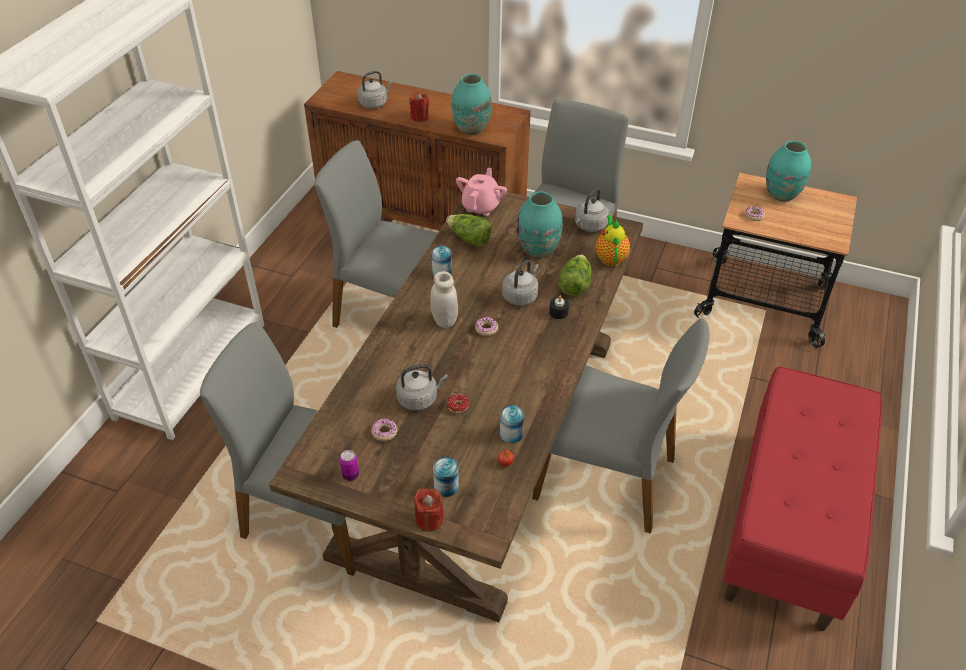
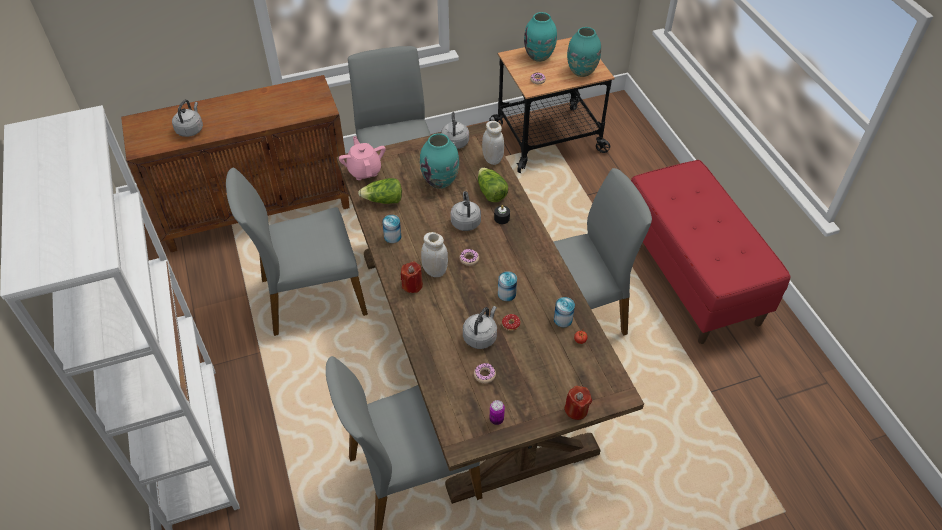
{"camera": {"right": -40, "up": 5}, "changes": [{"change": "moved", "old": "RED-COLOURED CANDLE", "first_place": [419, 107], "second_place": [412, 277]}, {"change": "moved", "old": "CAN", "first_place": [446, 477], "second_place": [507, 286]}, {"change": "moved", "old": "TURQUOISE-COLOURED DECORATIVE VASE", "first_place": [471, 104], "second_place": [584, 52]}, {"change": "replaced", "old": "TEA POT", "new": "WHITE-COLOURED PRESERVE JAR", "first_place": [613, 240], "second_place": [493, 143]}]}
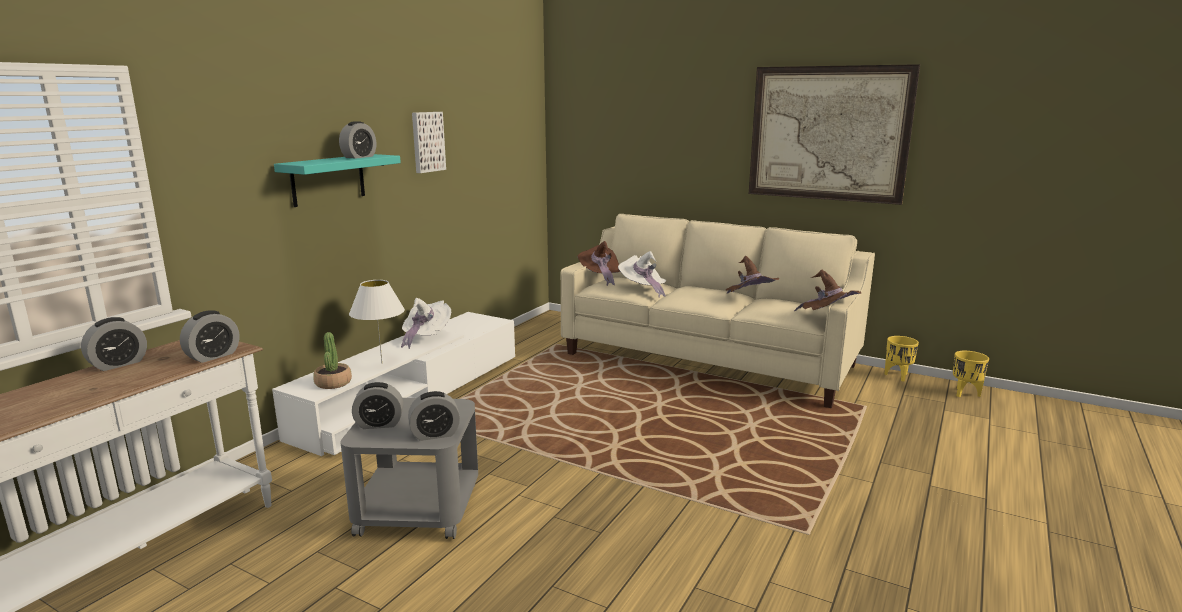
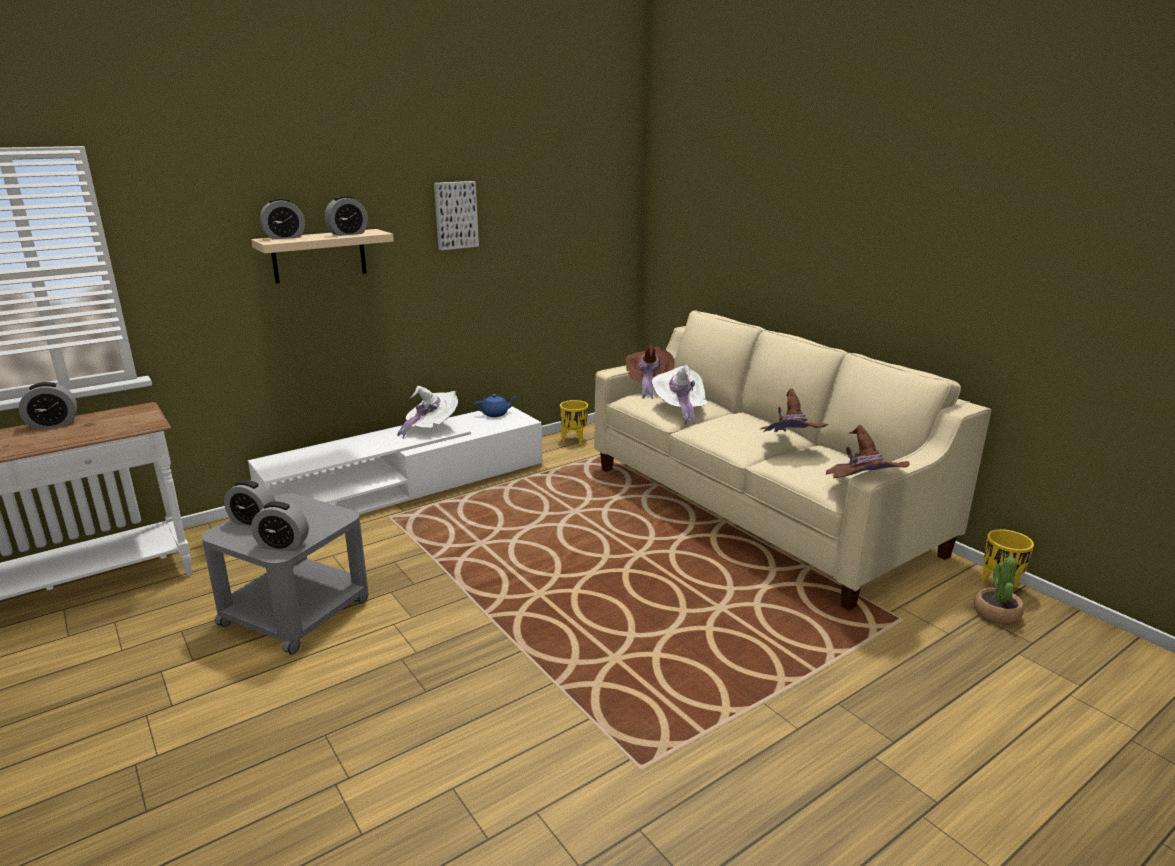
{"camera": {"right": 25, "up": 5}, "changes": [{"change": "moved", "old": "ALARM CLOCK", "first_place": [209, 336], "second_place": [282, 218]}, {"change": "recoloured", "old": "TURQUOISE-COLOURED BRACKET SHELF", "new": "SAND-COLOURED BRACKET SHELF", "first_place": [337, 180], "second_place": [322, 256]}, {"change": "moved", "old": "HOUSEPLANT", "first_place": [332, 360], "second_place": [999, 591]}, {"change": "removed", "old": "WHITE-COLOURED LAMP FOR A TABLE", "first_place": [377, 321]}, {"change": "removed", "old": "PICTURE", "first_place": [834, 134]}, {"change": "moved", "old": "YELLOW FLOWER POT", "first_place": [971, 374], "second_place": [574, 422]}, {"change": "added", "new": "BLUE-COLOURED TEA POT", "second_place": [495, 405]}]}
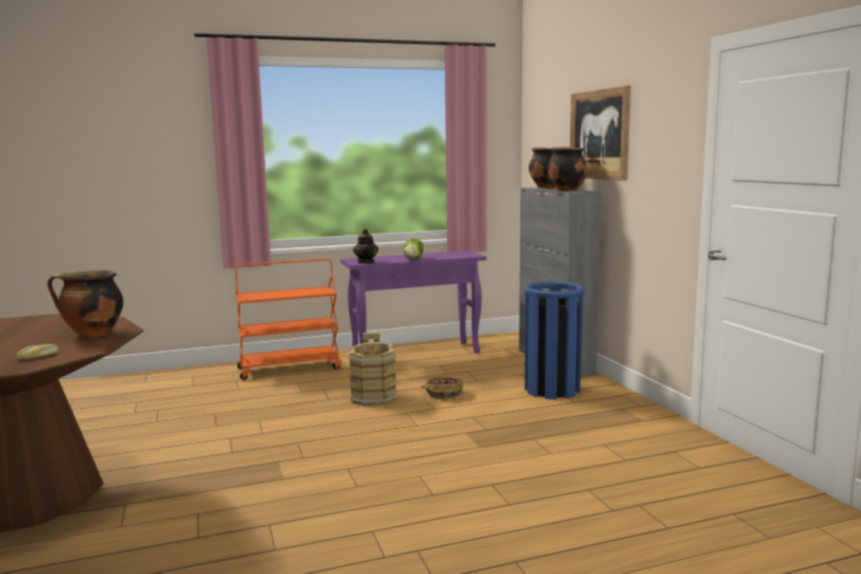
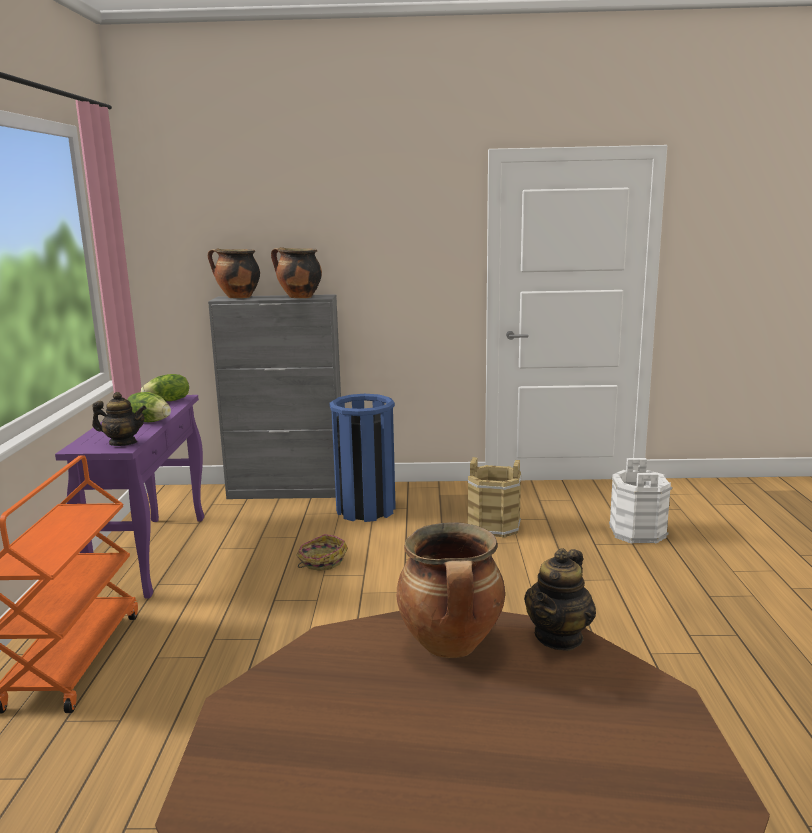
{"camera": {"right": -70, "up": 5}, "changes": [{"change": "removed", "old": "BAKERY BREAD", "first_place": [37, 352]}, {"change": "moved", "old": "BROWN PAIL", "first_place": [373, 369], "second_place": [495, 497]}, {"change": "removed", "old": "PICTURE", "first_place": [600, 133]}, {"change": "added", "new": "LETTUCE HEAD", "second_place": [165, 387]}, {"change": "added", "new": "TEA POT", "second_place": [560, 599]}, {"change": "added", "new": "WHITE-COLOURED PAIL", "second_place": [640, 501]}]}
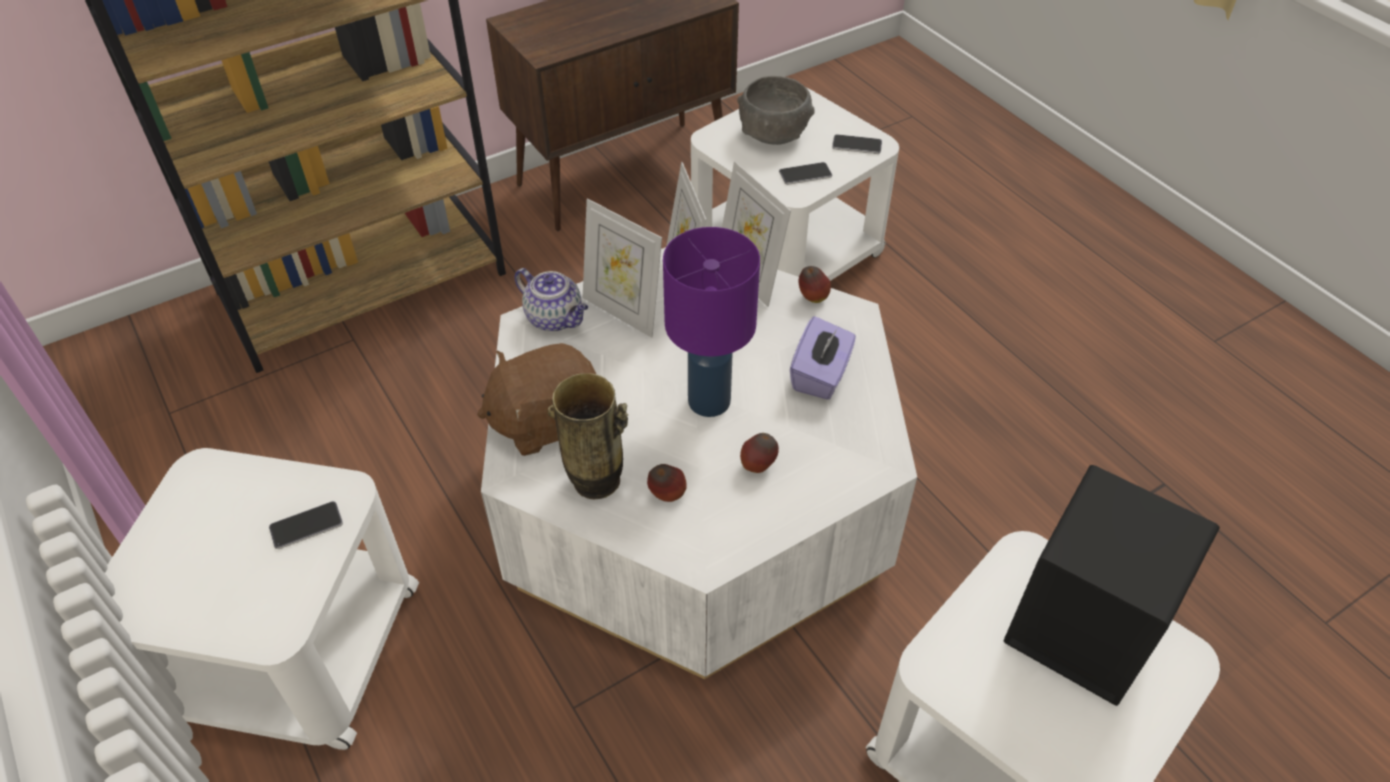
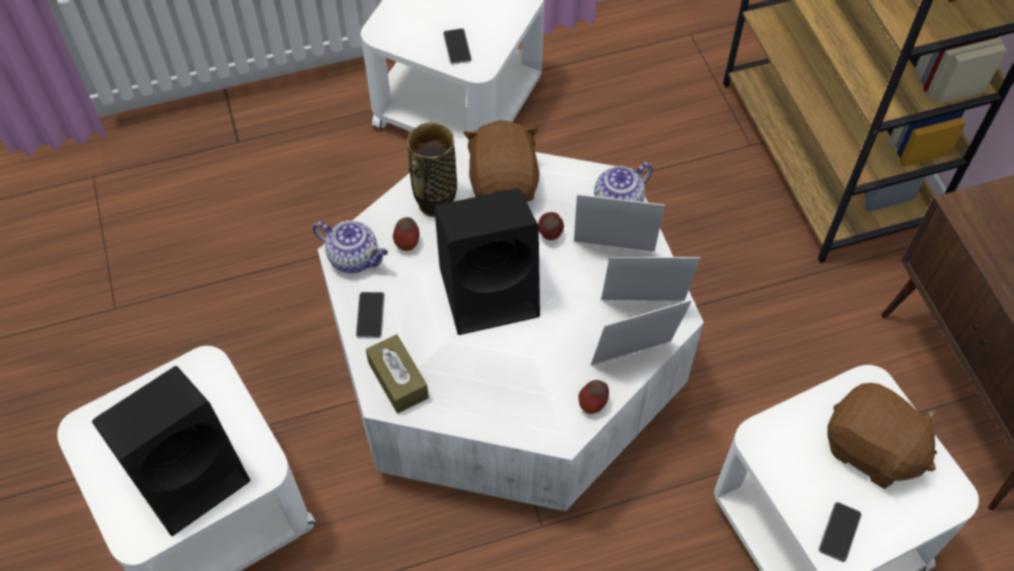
{"camera": {"right": 105, "up": 10}, "changes": [{"change": "turned", "old": "PHOTO FRAME", "first_place": [622, 268], "second_place": [619, 222], "degrees": 45}, {"change": "replaced", "old": "PURPLE LAMP FOR A TABLE", "new": "BLACK-COLOURED LOUDSPEAKER", "first_place": [711, 322], "second_place": [487, 261]}, {"change": "replaced", "old": "GRAY BOWL", "new": "BROWN PLUSH TOY", "first_place": [776, 110], "second_place": [882, 436]}, {"change": "moved", "old": "WHOLE APPLE", "first_place": [759, 453], "second_place": [551, 226]}, {"change": "moved", "old": "PHONE", "first_place": [805, 173], "second_place": [370, 315]}, {"change": "removed", "old": "PURPLE BOX OF TISSUES", "first_place": [823, 358]}, {"change": "added", "new": "TEA POT", "second_place": [350, 247]}, {"change": "added", "new": "BROWN BOX OF TISSUES", "second_place": [397, 373]}]}
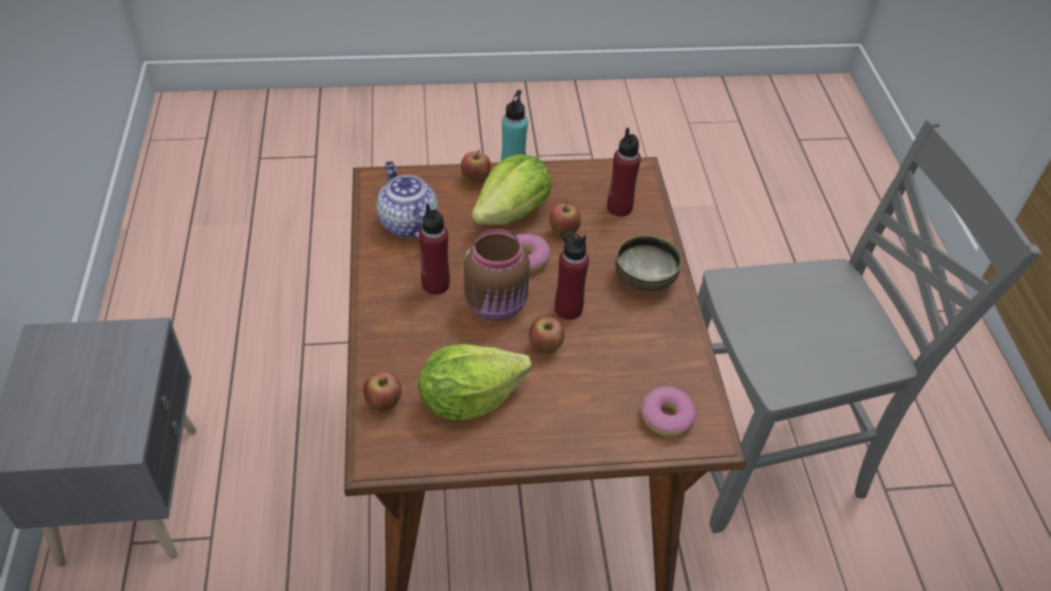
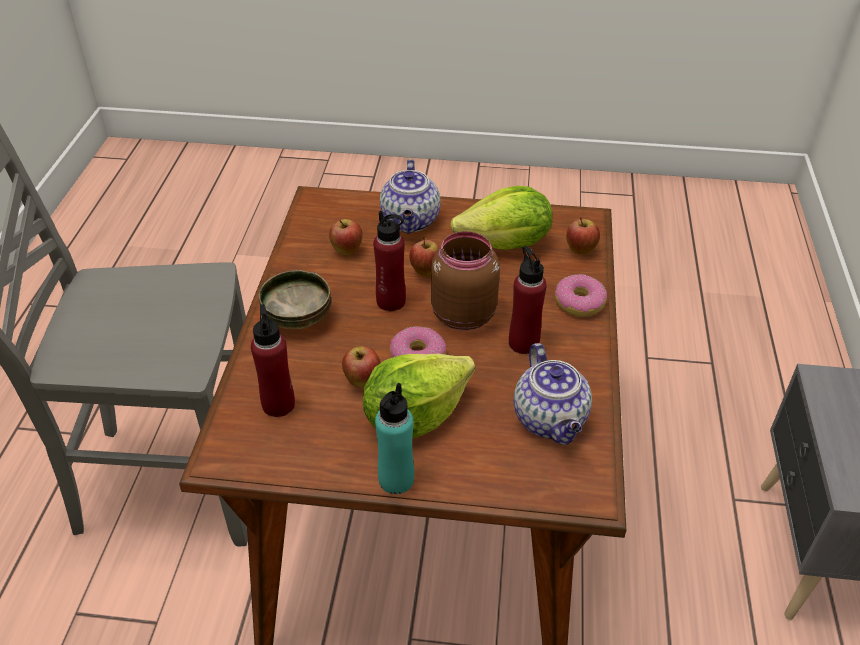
{"camera": {"right": -165, "up": -5}, "changes": [{"change": "moved", "old": "WHOLE APPLE", "first_place": [476, 167], "second_place": [346, 237]}, {"change": "moved", "old": "DONUT", "first_place": [668, 411], "second_place": [581, 295]}, {"change": "added", "new": "TEA POT", "second_place": [410, 196]}]}
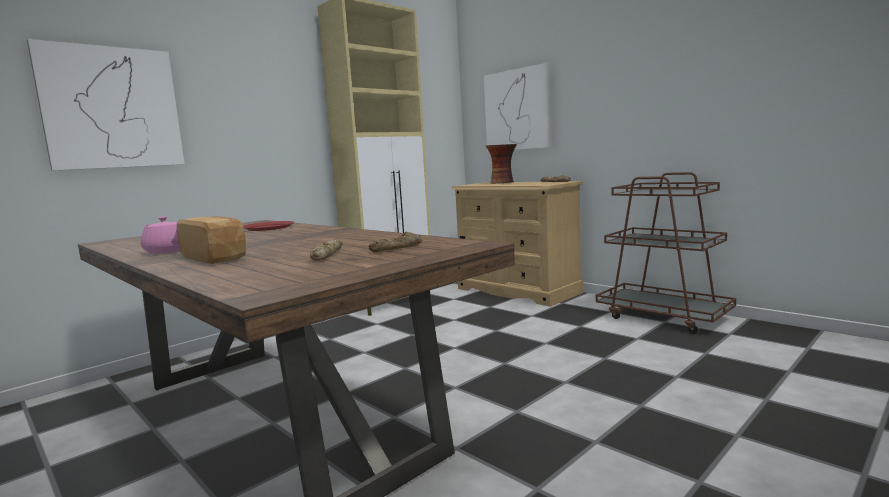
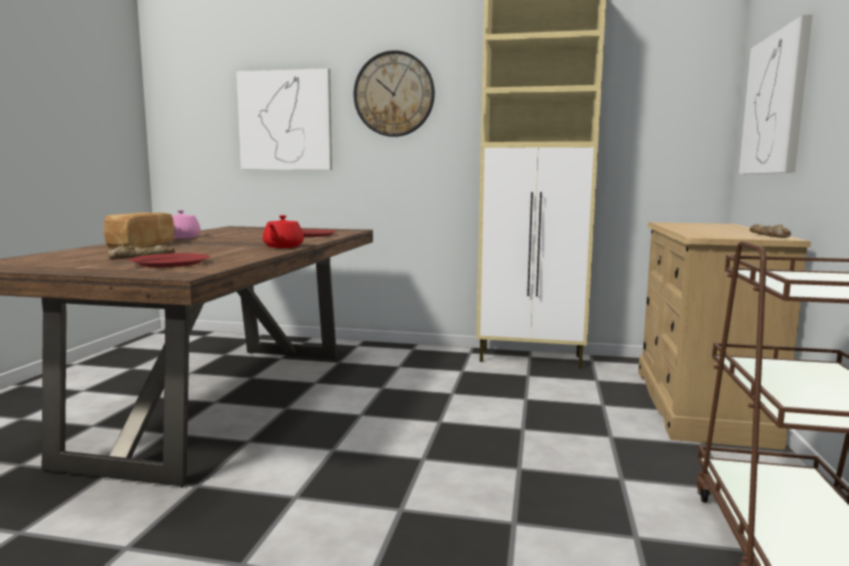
{"camera": {"right": 55, "up": 0}, "changes": [{"change": "replaced", "old": "BAKERY BREAD", "new": "RED-COLOURED DINNER PLATE", "first_place": [395, 242], "second_place": [169, 260]}, {"change": "removed", "old": "DECORATIVE VASE", "first_place": [501, 164]}, {"change": "added", "new": "RED-COLOURED TEA POT", "second_place": [283, 231]}, {"change": "added", "new": "HANGING CLOCK", "second_place": [394, 93]}]}
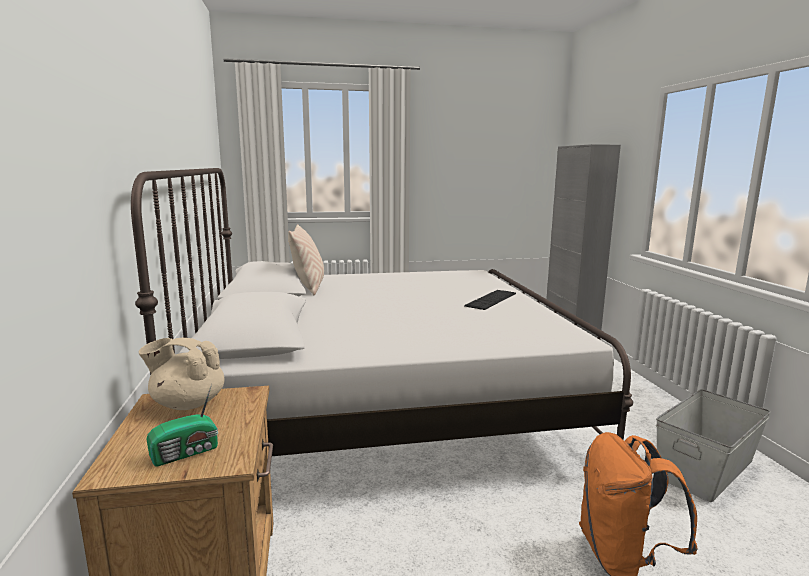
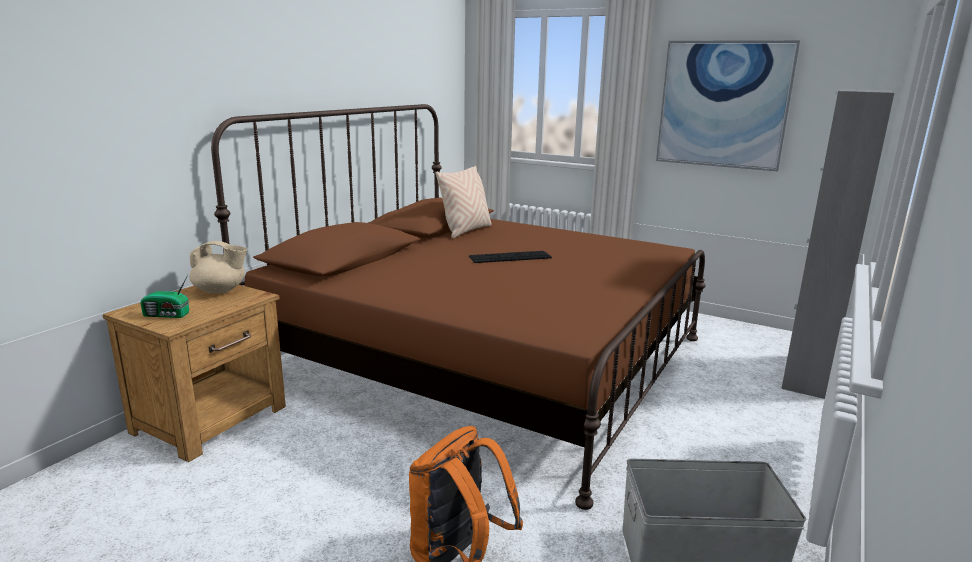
{"camera": {"right": 40, "up": 5}, "changes": [{"change": "recoloured", "old": "WHITE-COLOURED BED", "new": "BROWN BED", "first_place": [382, 312], "second_place": [458, 307]}, {"change": "turned", "old": "SAND-COLOURED TEA POT", "first_place": [181, 374], "second_place": [218, 267], "degrees": 135}, {"change": "moved", "old": "PC KEYBOARD", "first_place": [490, 300], "second_place": [510, 257]}, {"change": "added", "new": "PICTURE", "second_place": [728, 106]}]}
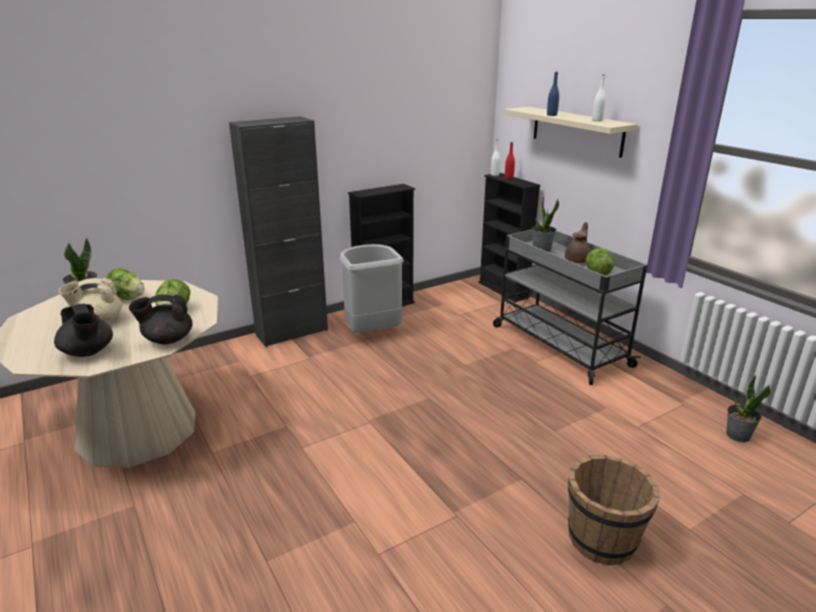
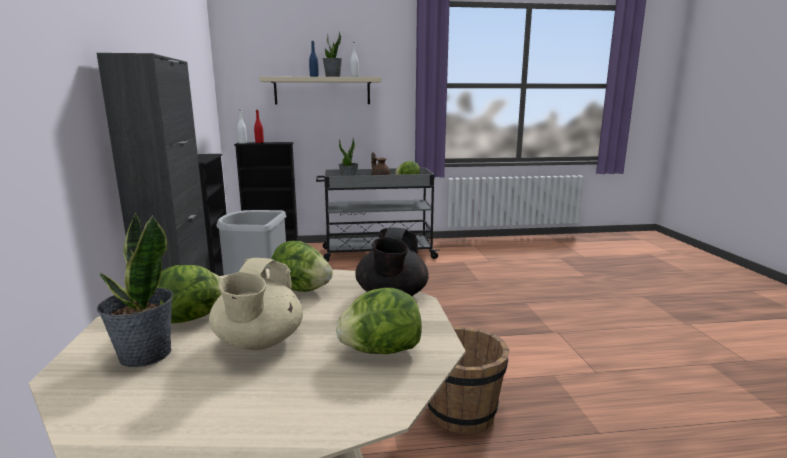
{"camera": {"right": -65, "up": -10}, "changes": [{"change": "replaced", "old": "BLACK-COLOURED TEA POT", "new": "LETTUCE HEAD", "first_place": [83, 330], "second_place": [379, 321]}, {"change": "moved", "old": "BROWN PAIL", "first_place": [614, 510], "second_place": [468, 380]}, {"change": "moved", "old": "HOUSEPLANT", "first_place": [748, 408], "second_place": [332, 54]}]}
